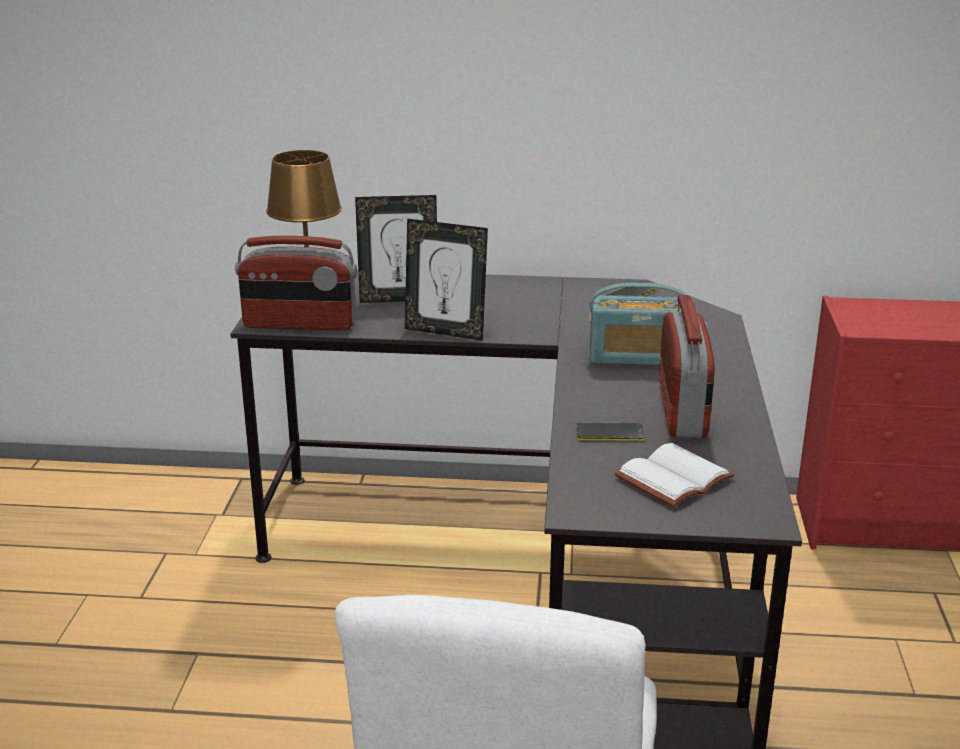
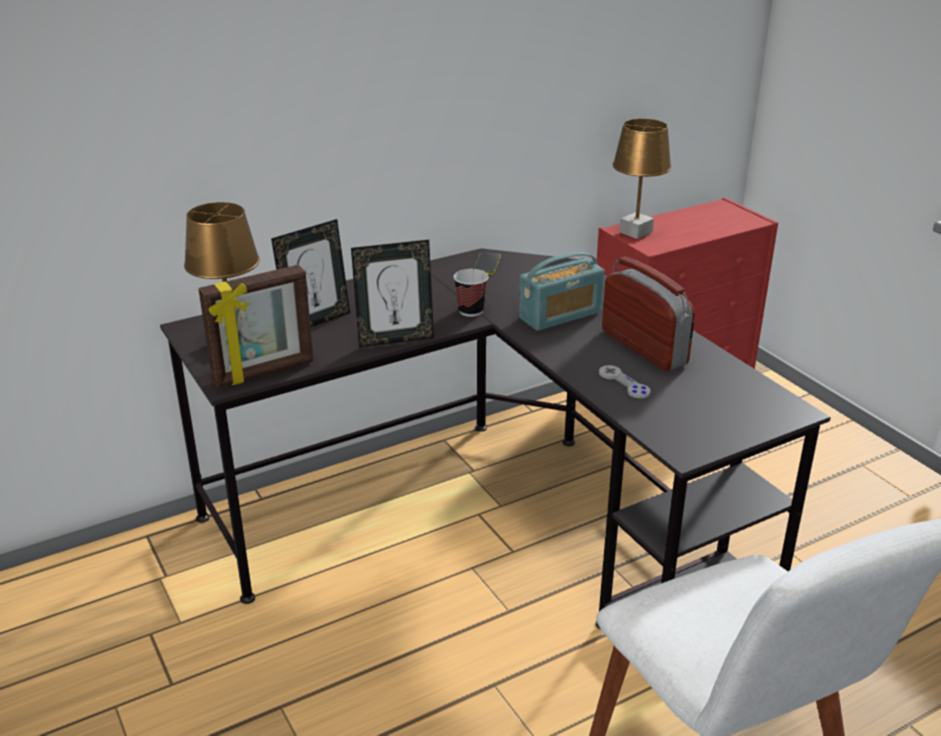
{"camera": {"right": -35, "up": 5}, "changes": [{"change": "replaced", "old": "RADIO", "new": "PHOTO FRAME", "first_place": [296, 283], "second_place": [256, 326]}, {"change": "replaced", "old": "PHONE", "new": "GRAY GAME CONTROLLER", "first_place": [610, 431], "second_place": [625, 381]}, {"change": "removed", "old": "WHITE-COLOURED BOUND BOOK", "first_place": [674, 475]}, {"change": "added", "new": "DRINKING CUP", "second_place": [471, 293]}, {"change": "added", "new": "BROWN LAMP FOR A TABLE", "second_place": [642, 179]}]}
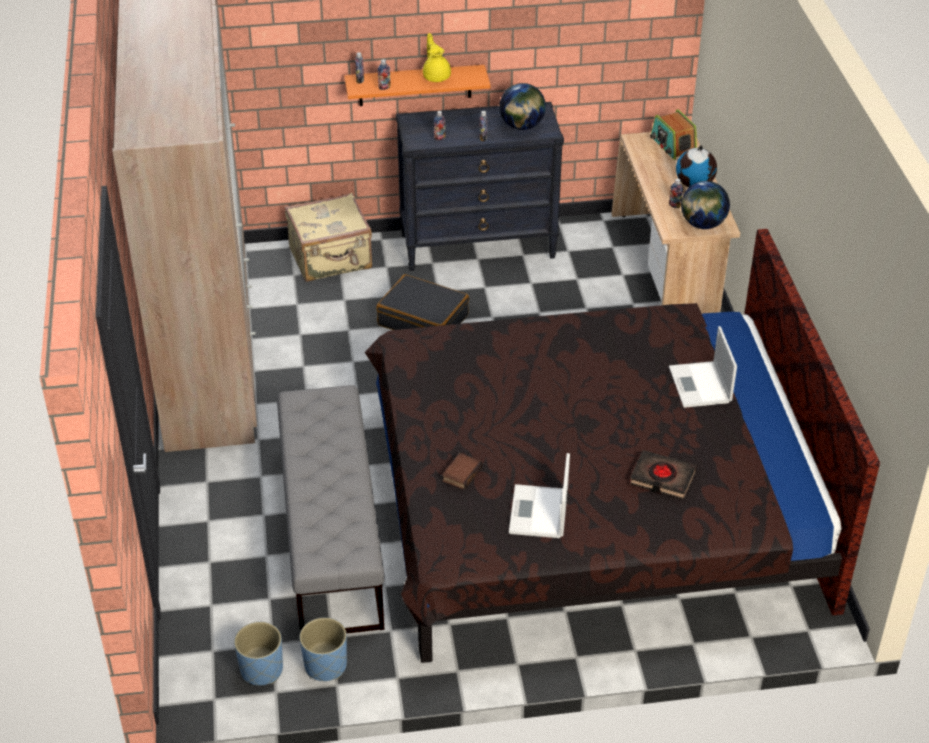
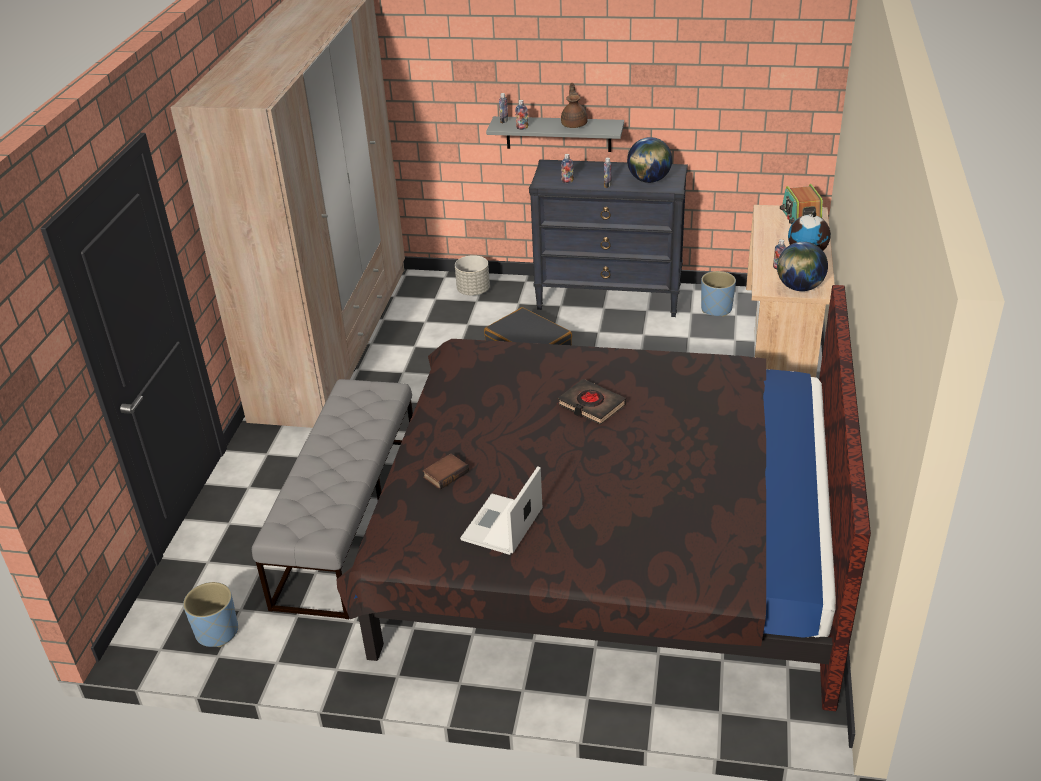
{"camera": {"right": 20, "up": -5}, "changes": [{"change": "replaced", "old": "SAND-COLOURED PIECE OF LUGGAGE", "new": "GRAY FLOWER POT", "first_place": [328, 237], "second_place": [472, 275]}, {"change": "moved", "old": "BLUE-COLOURED FLOWER POT", "first_place": [323, 649], "second_place": [718, 294]}, {"change": "recoloured", "old": "ORANGEY BRACKET SHELF", "new": "GRAY BRACKET SHELF", "first_place": [417, 85], "second_place": [555, 134]}, {"change": "recoloured", "old": "YELLOW TEA POT", "new": "BROWN TEA POT", "first_place": [437, 57], "second_place": [574, 105]}, {"change": "moved", "old": "BLACK-COLOURED BOUND BOOK", "first_place": [663, 474], "second_place": [591, 402]}, {"change": "removed", "old": "NOTEBOOK COMPUTER", "first_place": [703, 367]}]}
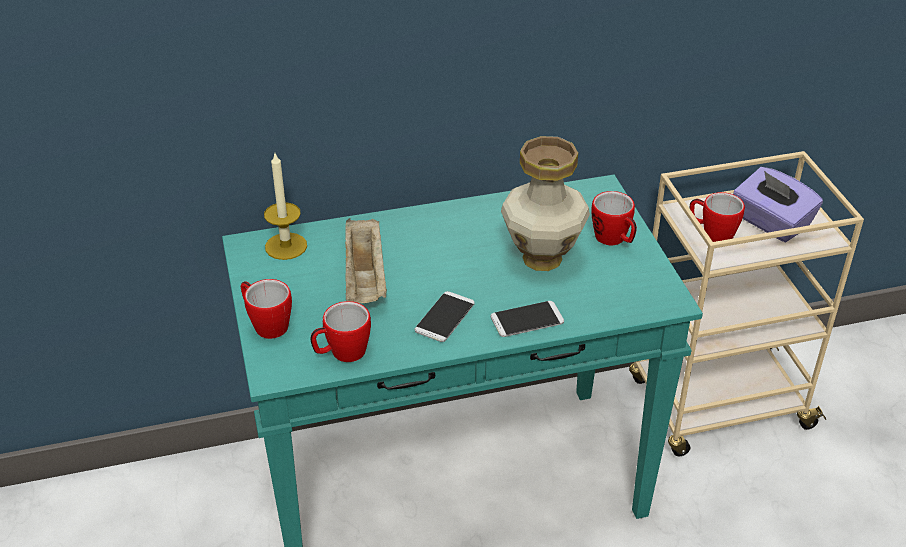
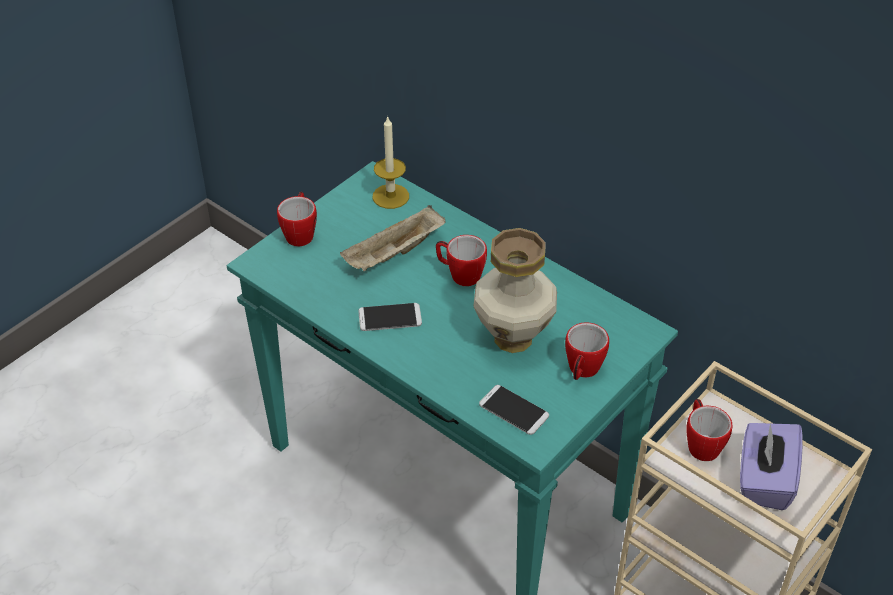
{"camera": {"right": 55, "up": 5}, "changes": [{"change": "moved", "old": "TEA MUG", "first_place": [341, 331], "second_place": [461, 260]}, {"change": "moved", "old": "PHONE", "first_place": [527, 319], "second_place": [514, 410]}]}
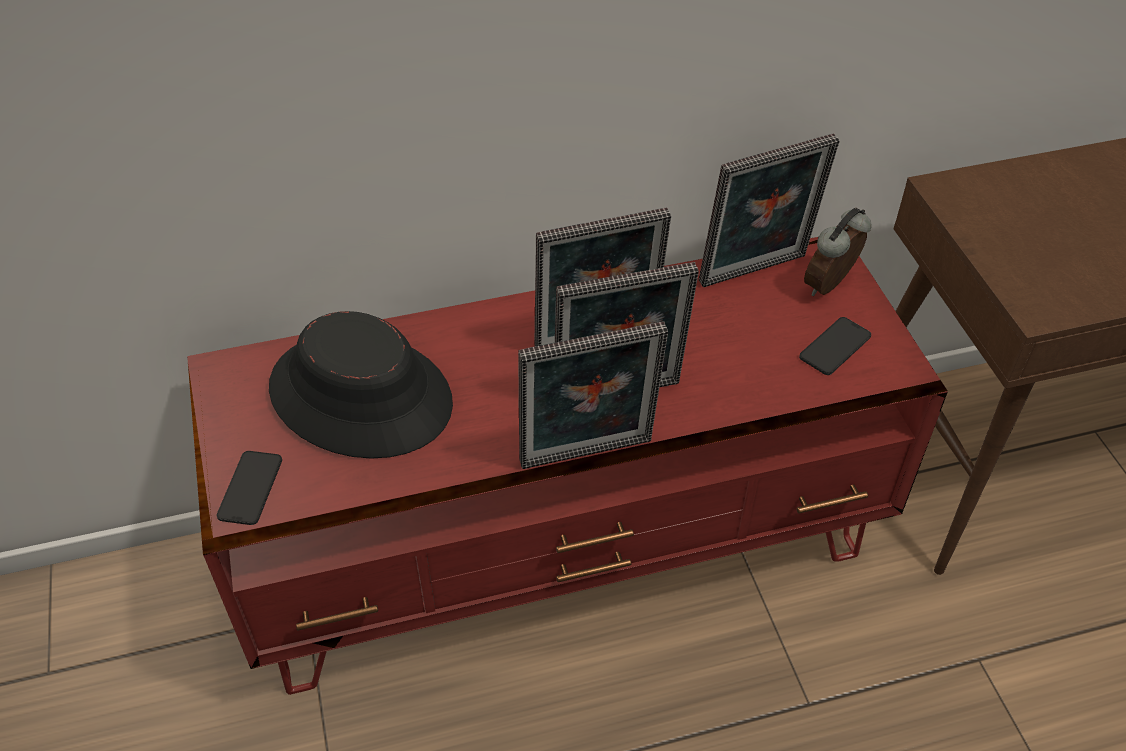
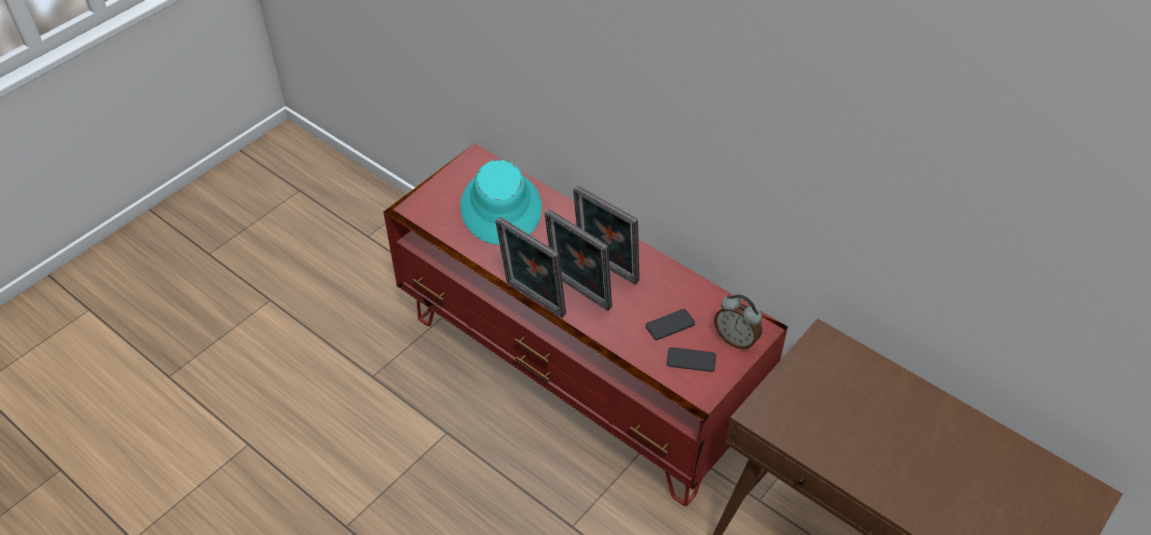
{"camera": {"right": 55, "up": 0}, "changes": [{"change": "moved", "old": "PHONE", "first_place": [249, 488], "second_place": [670, 324]}, {"change": "recoloured", "old": "BLACK-COLOURED WEARABLE HAT", "new": "TURQUOISE-COLOURED WEARABLE HAT", "first_place": [361, 385], "second_place": [501, 202]}, {"change": "removed", "old": "PHOTO FRAME", "first_place": [769, 210]}, {"change": "turned", "old": "ALARM CLOCK", "first_place": [838, 252], "second_place": [738, 322], "degrees": -150}]}
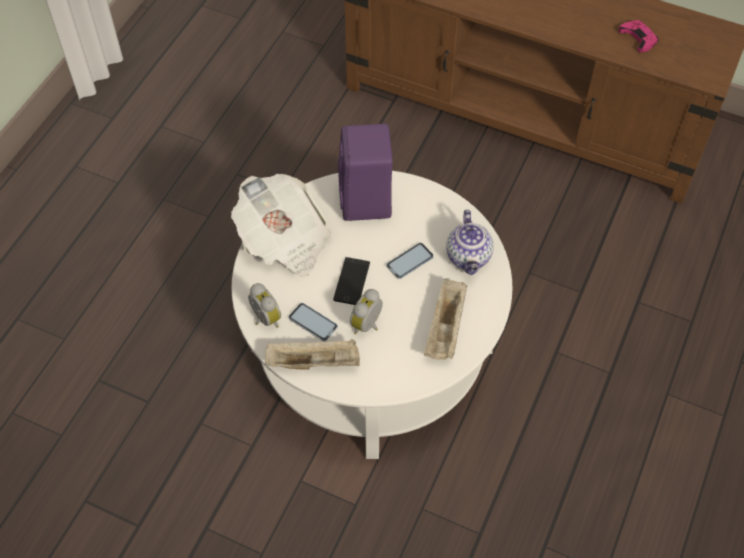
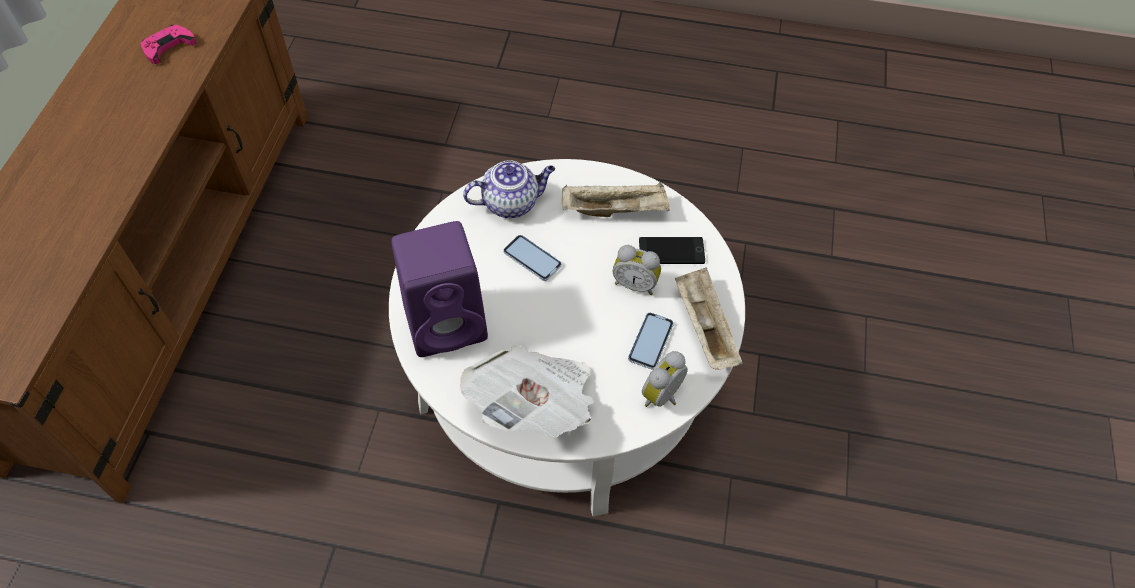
{"camera": {"right": -105, "up": 0}, "changes": [{"change": "moved", "old": "PHONE", "first_place": [351, 281], "second_place": [672, 250]}]}
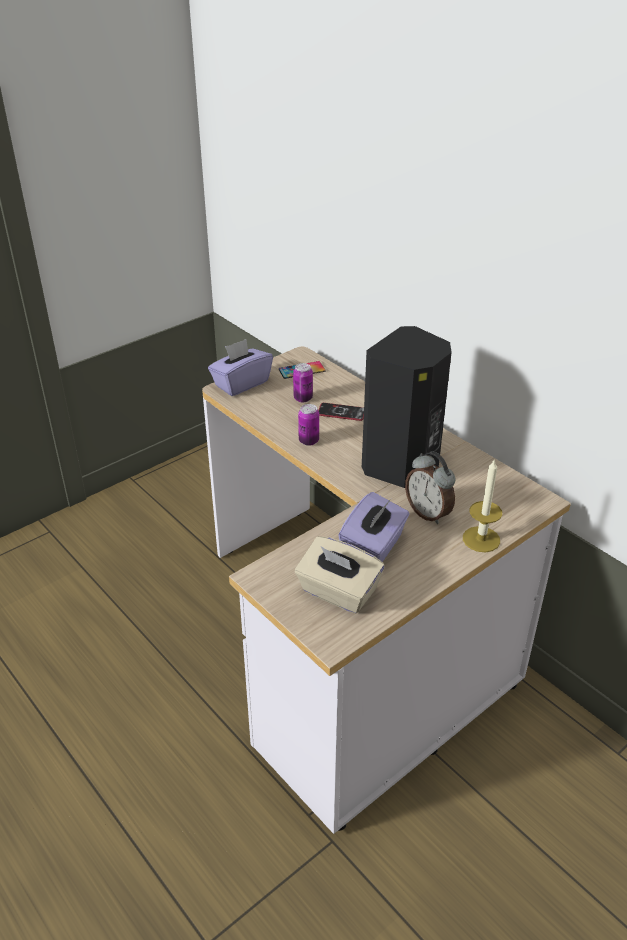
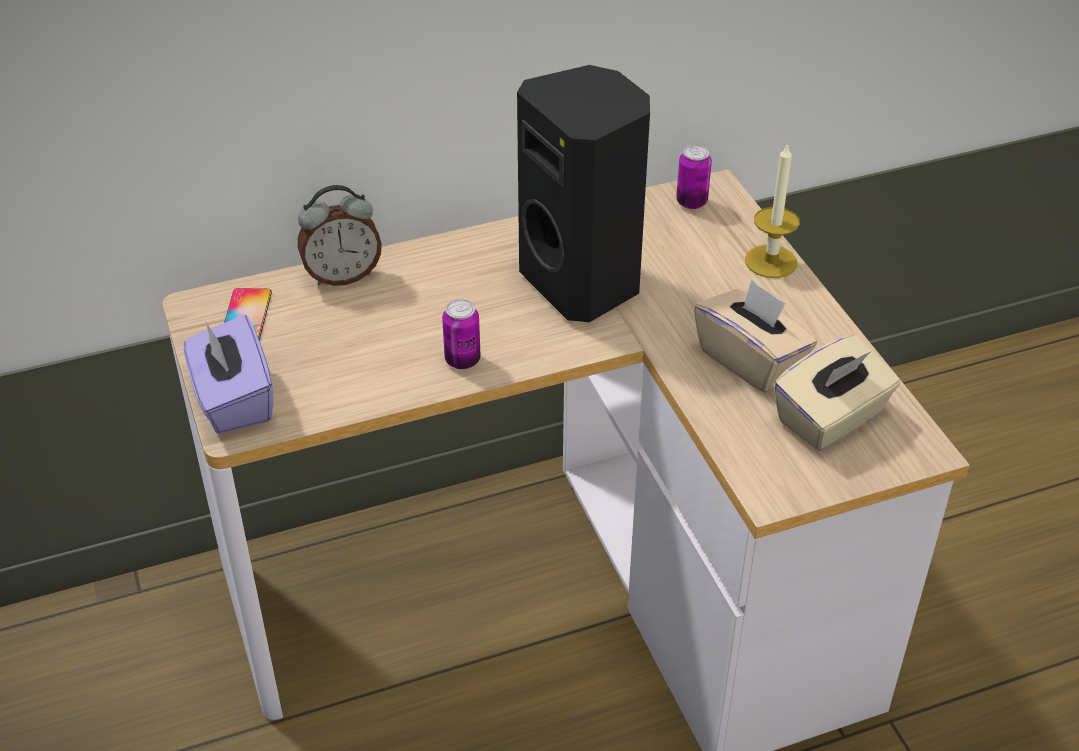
{"camera": {"right": -70, "up": 5}, "changes": [{"change": "moved", "old": "CAN", "first_place": [303, 382], "second_place": [694, 177]}, {"change": "removed", "old": "PHONE", "first_place": [341, 412]}, {"change": "recoloured", "old": "PURPLE BOX OF TISSUES", "new": "SAND-COLOURED BOX OF TISSUES", "first_place": [373, 527], "second_place": [755, 336]}, {"change": "moved", "old": "ALARM CLOCK", "first_place": [430, 488], "second_place": [340, 235]}]}
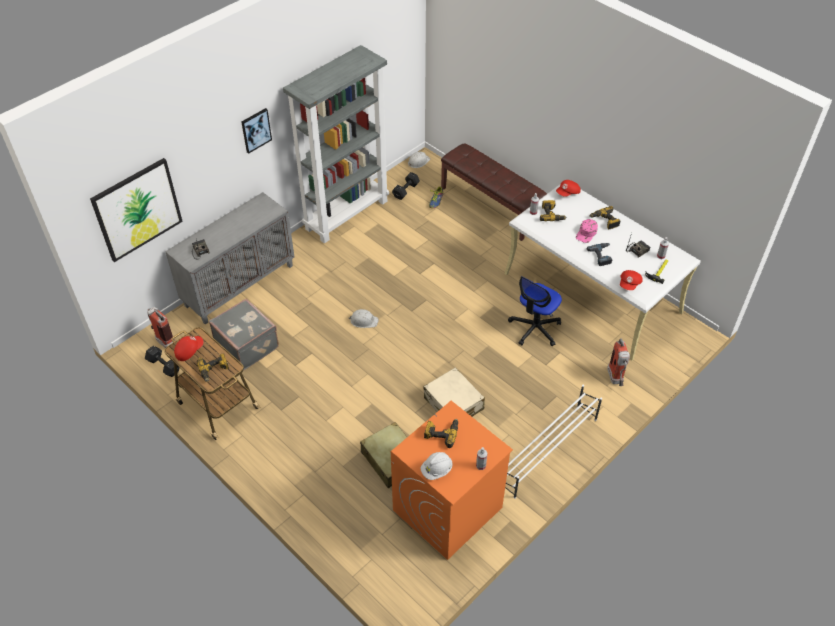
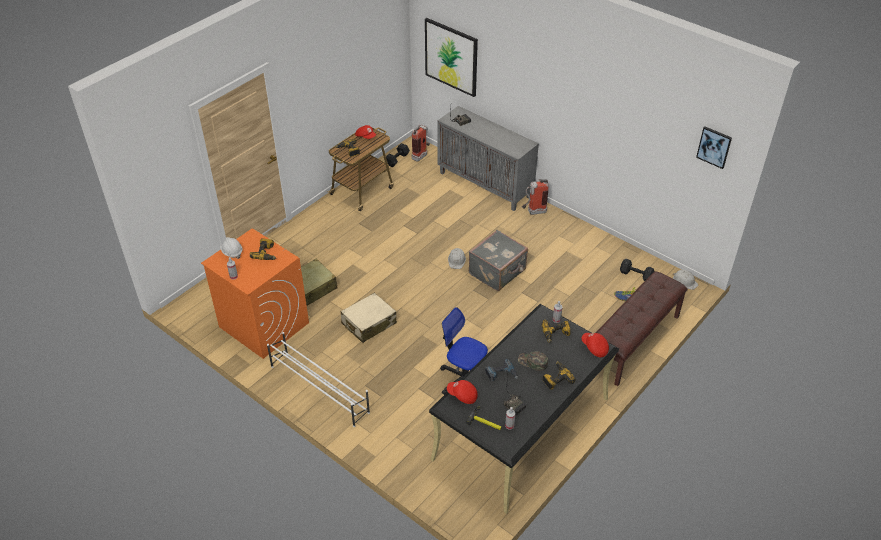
{"camera": {"right": 85, "up": -5}, "changes": [{"change": "moved", "old": "GRAY PIECE OF LUGGAGE", "first_place": [244, 334], "second_place": [498, 260]}, {"change": "moved", "old": "PICTURE", "first_place": [256, 131], "second_place": [714, 148]}, {"change": "removed", "old": "GRAY SHELVING UNIT", "first_place": [336, 144]}, {"change": "recoloured", "old": "WHITE-COLOURED DESK TABLE", "new": "BLACK-COLOURED DESK TABLE", "first_place": [602, 273], "second_place": [524, 409]}, {"change": "recoloured", "old": "PINK-COLOURED PEAKED CAP", "new": "GREEN PEAKED CAP", "first_place": [587, 231], "second_place": [533, 361]}, {"change": "moved", "old": "FIRE EXTINGUISHER", "first_place": [618, 362], "second_place": [535, 197]}]}
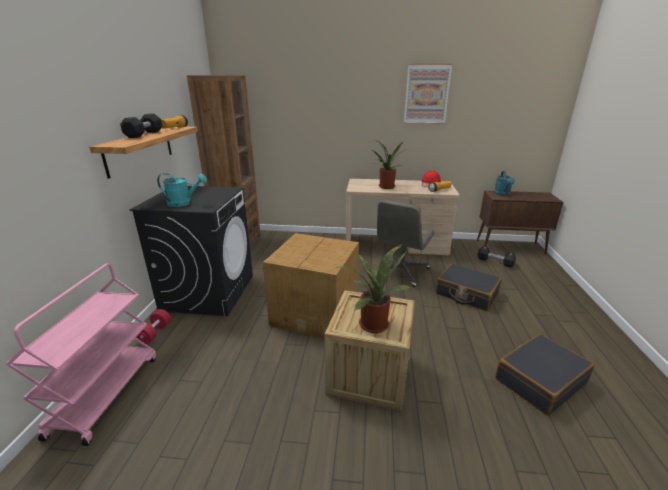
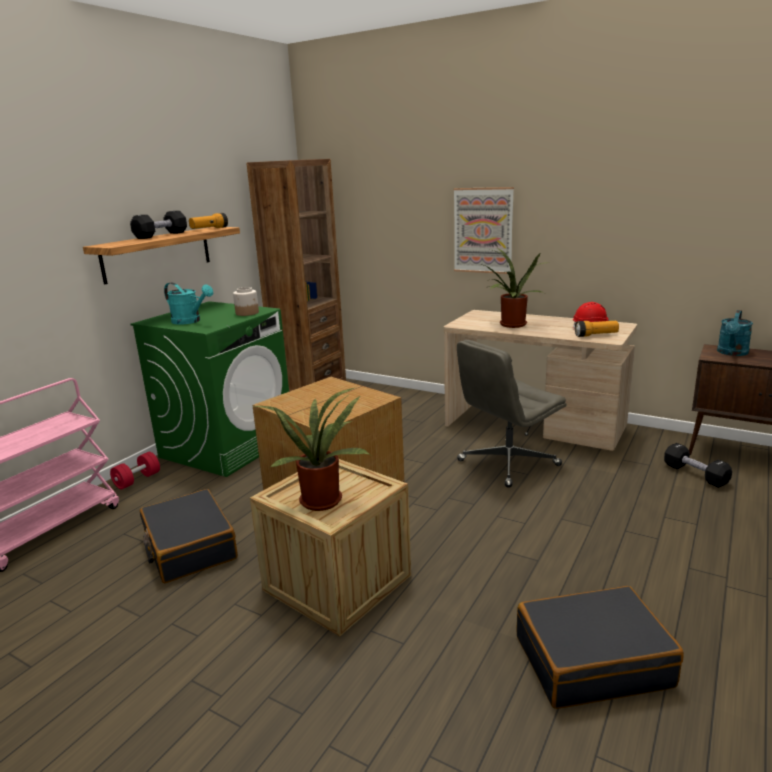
{"camera": {"right": 25, "up": -5}, "changes": [{"change": "recoloured", "old": "BLACK-COLOURED WASHING MACHINE", "new": "GREEN WASHING MACHINE", "first_place": [191, 251], "second_place": [210, 389]}, {"change": "moved", "old": "PICTURE", "first_place": [428, 93], "second_place": [484, 230]}, {"change": "moved", "old": "BLACK-COLOURED PIECE OF LUGGAGE", "first_place": [469, 287], "second_place": [189, 536]}, {"change": "added", "new": "PRESERVE JAR", "second_place": [246, 301]}]}
